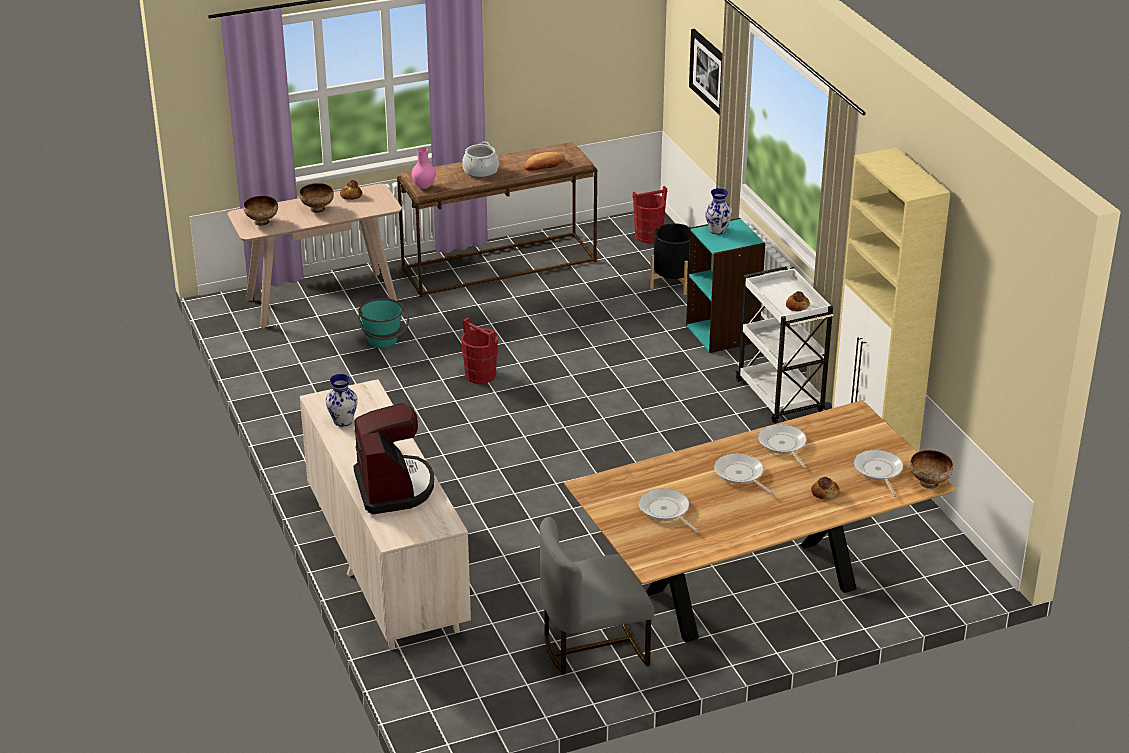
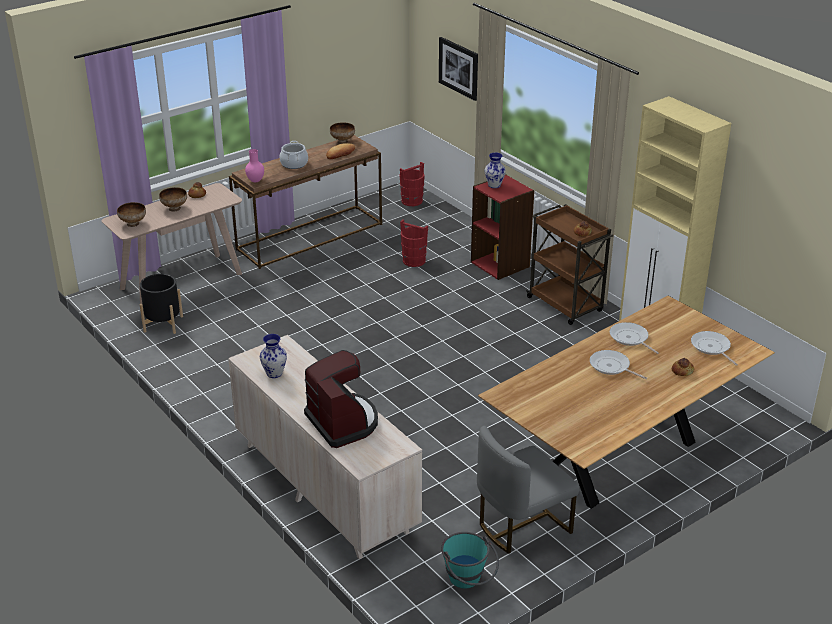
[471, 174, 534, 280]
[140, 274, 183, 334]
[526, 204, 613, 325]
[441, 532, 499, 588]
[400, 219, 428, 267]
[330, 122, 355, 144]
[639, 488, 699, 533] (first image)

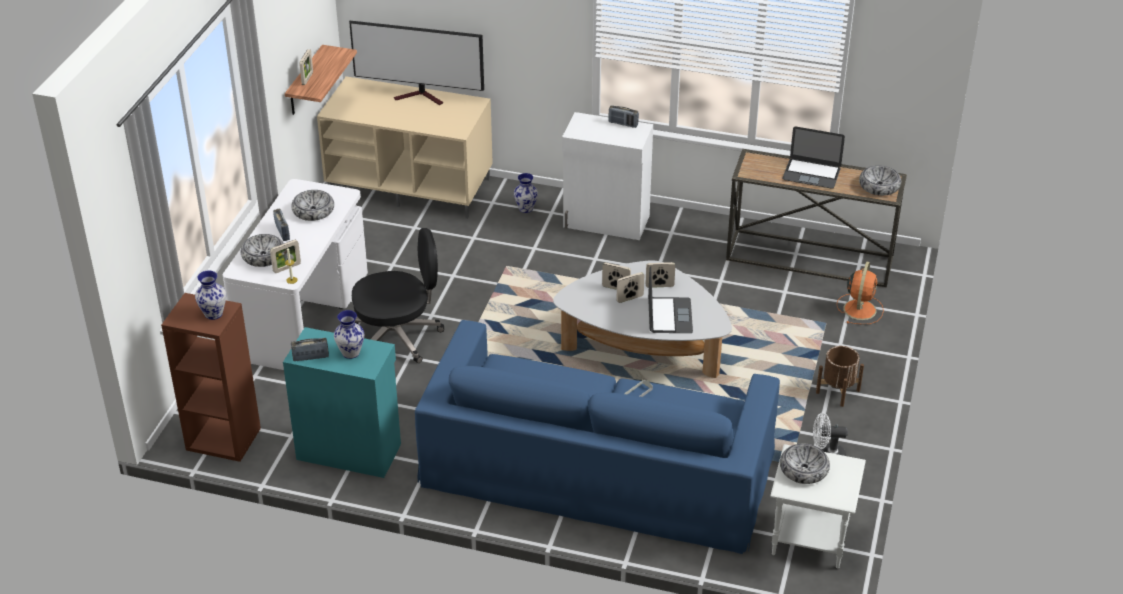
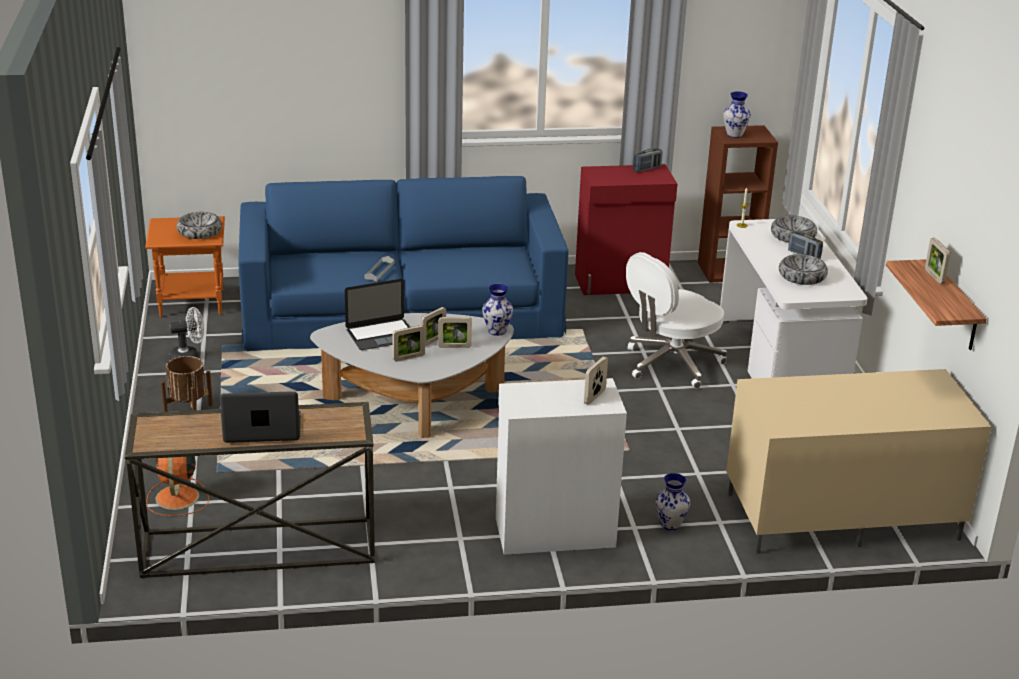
[349, 20, 484, 105] (first image)
[608, 105, 639, 128] (first image)
[859, 165, 901, 196] (first image)
[626, 252, 727, 389]
[584, 356, 608, 405]
[345, 279, 410, 350]
[482, 284, 513, 336]
[575, 164, 677, 295]
[145, 216, 225, 317]

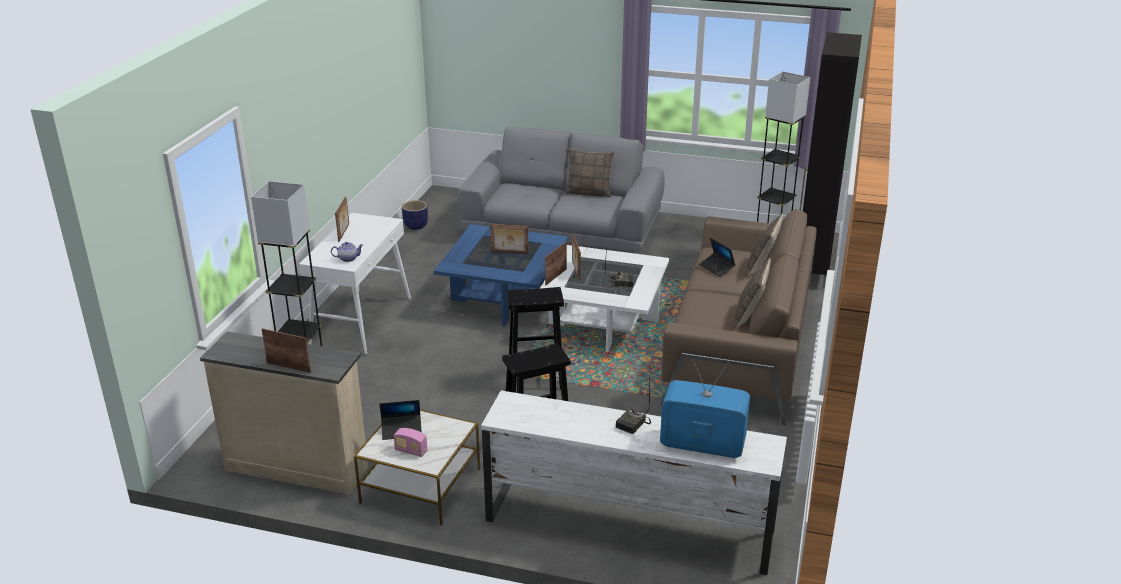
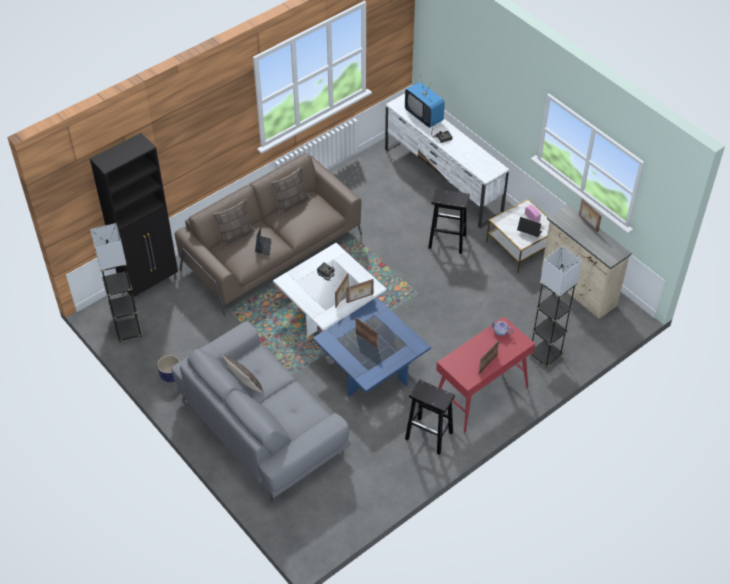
[157, 355, 180, 383]
[436, 317, 535, 433]
[405, 379, 455, 455]

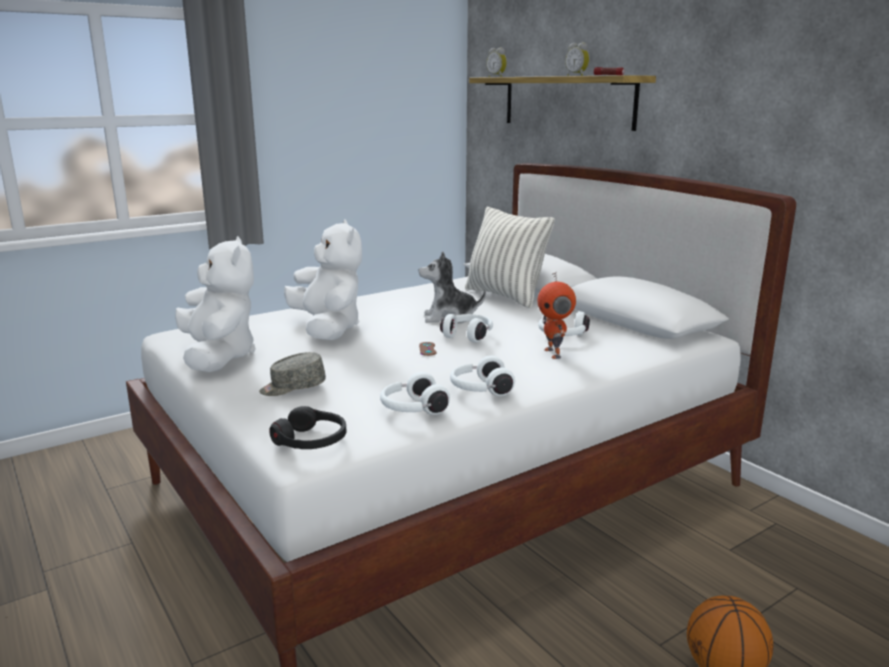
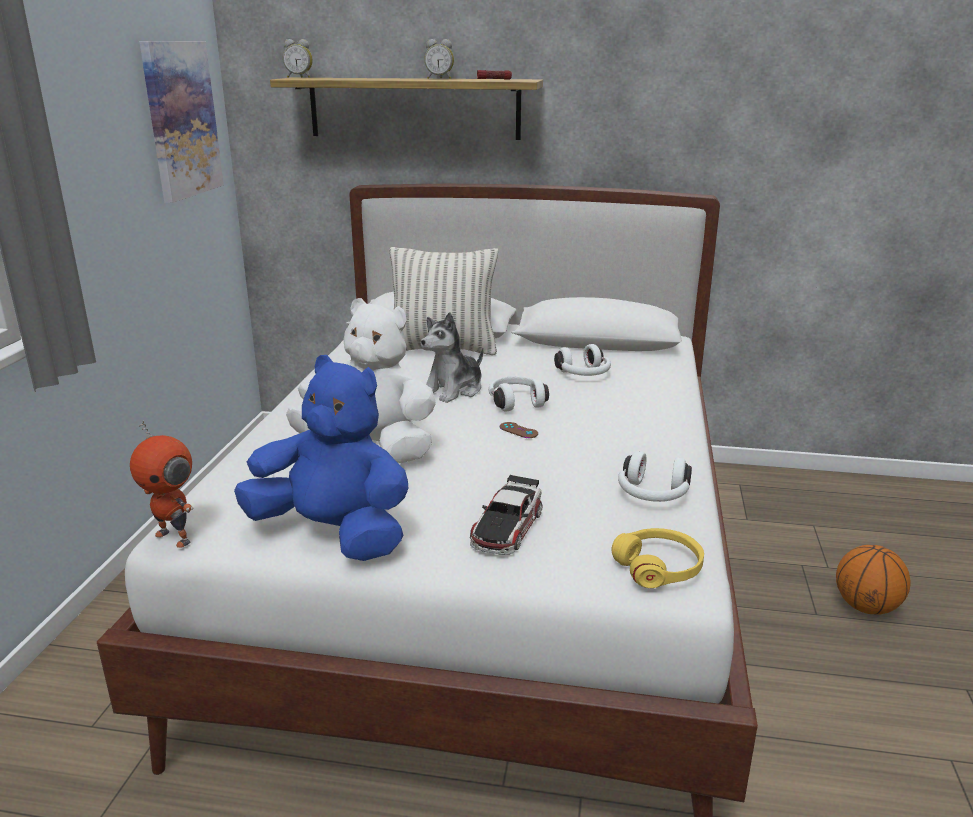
[234, 355, 408, 561]
[130, 420, 193, 548]
[470, 475, 542, 555]
[450, 356, 515, 396] (first image)
[611, 528, 704, 588]
[139, 41, 224, 203]

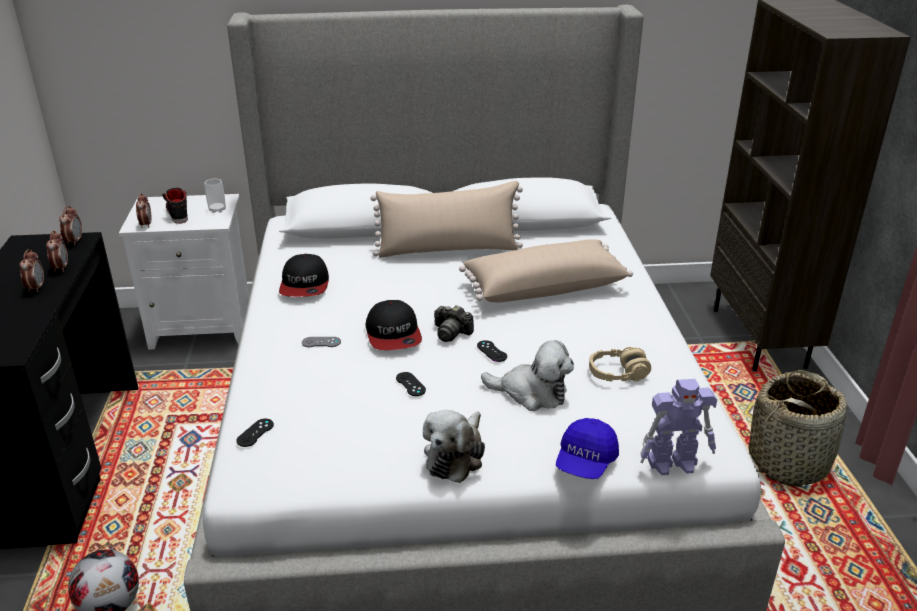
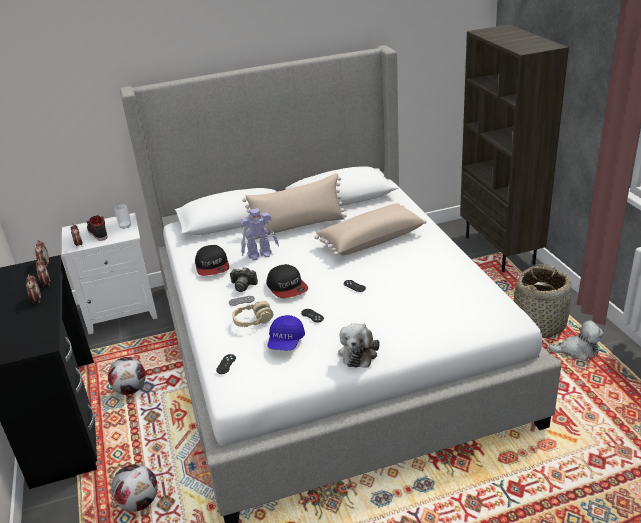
[230, 267, 258, 292]
[548, 320, 604, 361]
[232, 301, 273, 327]
[240, 208, 279, 260]
[267, 315, 305, 350]
[108, 357, 146, 395]

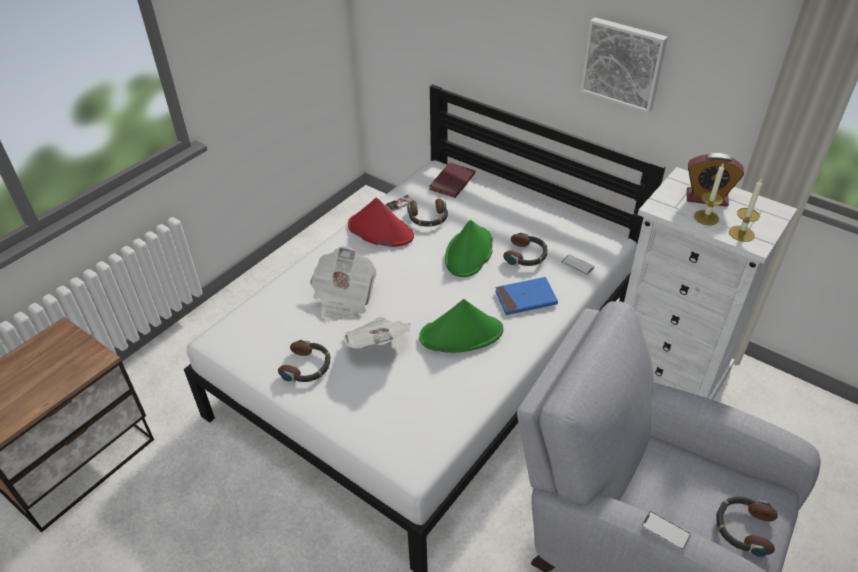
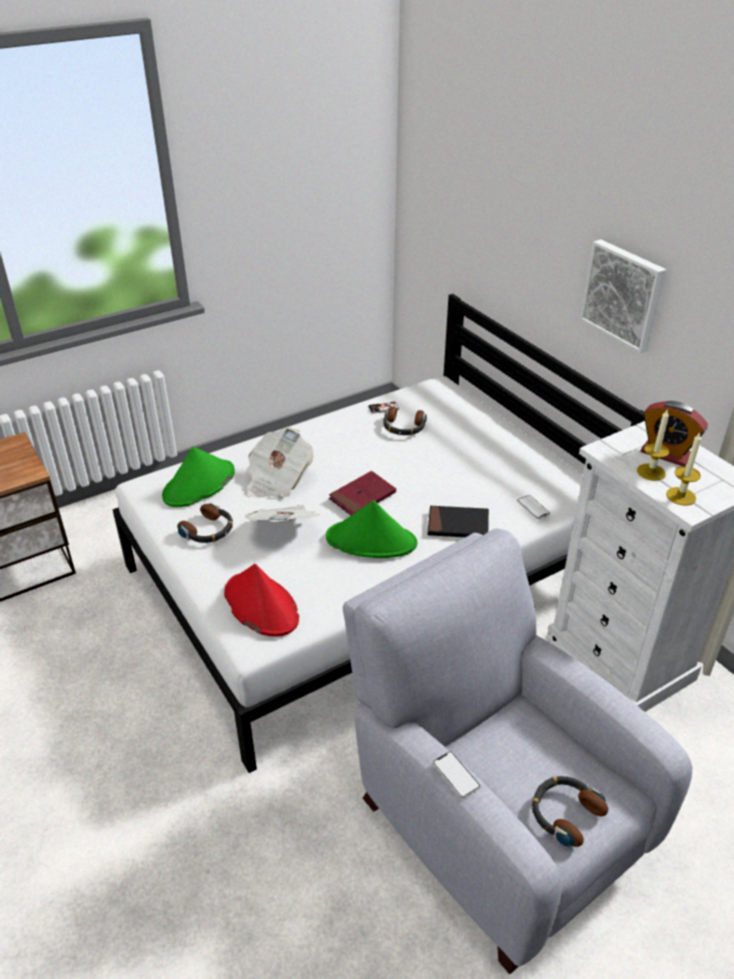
[329, 471, 396, 515]
[224, 564, 299, 636]
[162, 447, 235, 507]
[503, 232, 547, 266] (first image)
[428, 506, 489, 537]

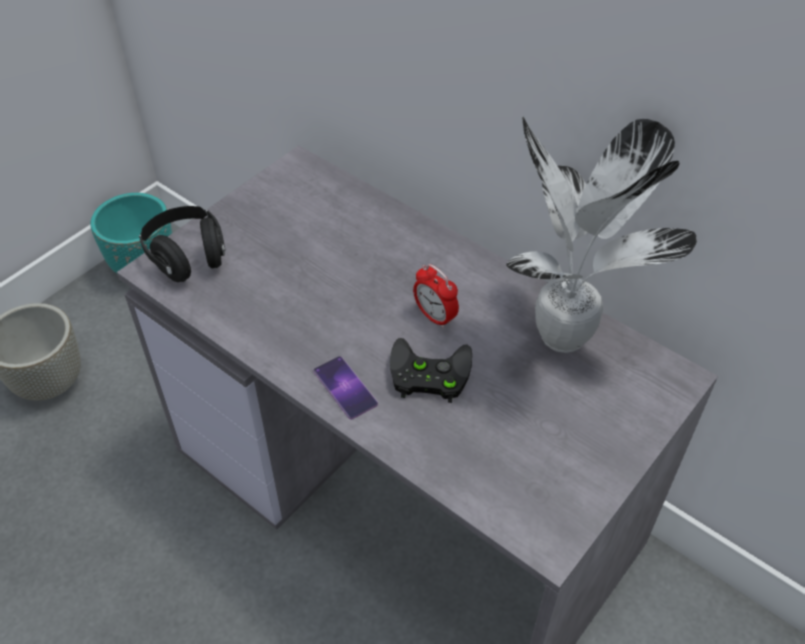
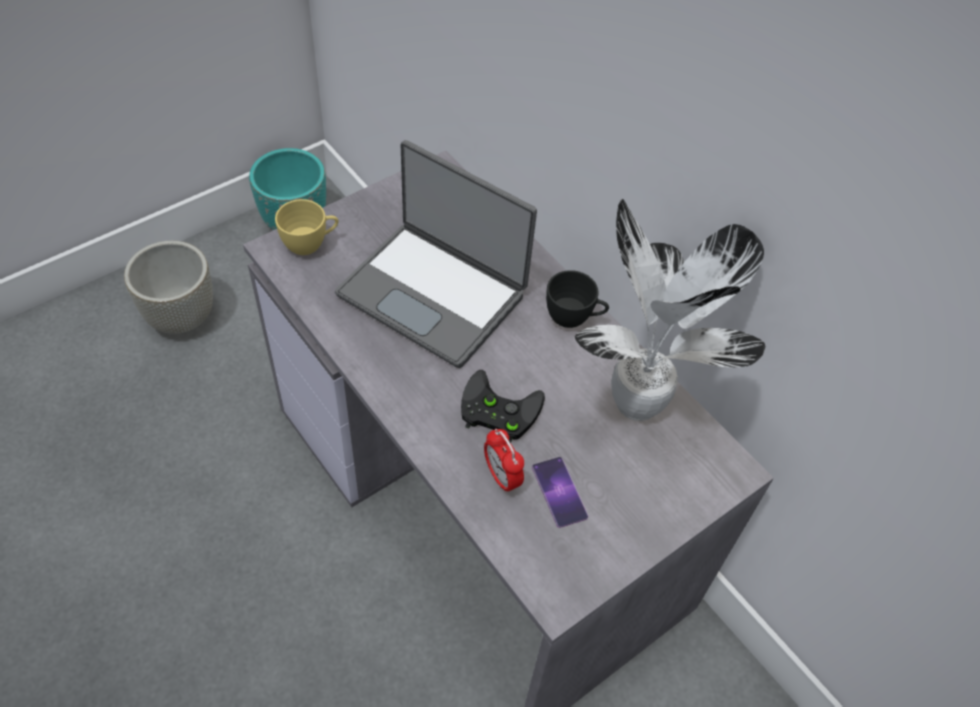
[275, 199, 339, 255]
[484, 429, 524, 493]
[532, 457, 588, 528]
[335, 140, 537, 368]
[546, 270, 609, 328]

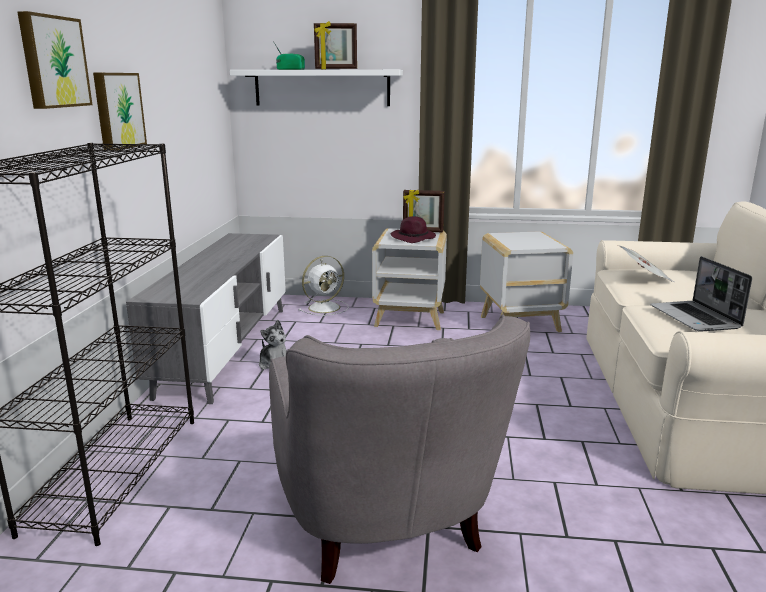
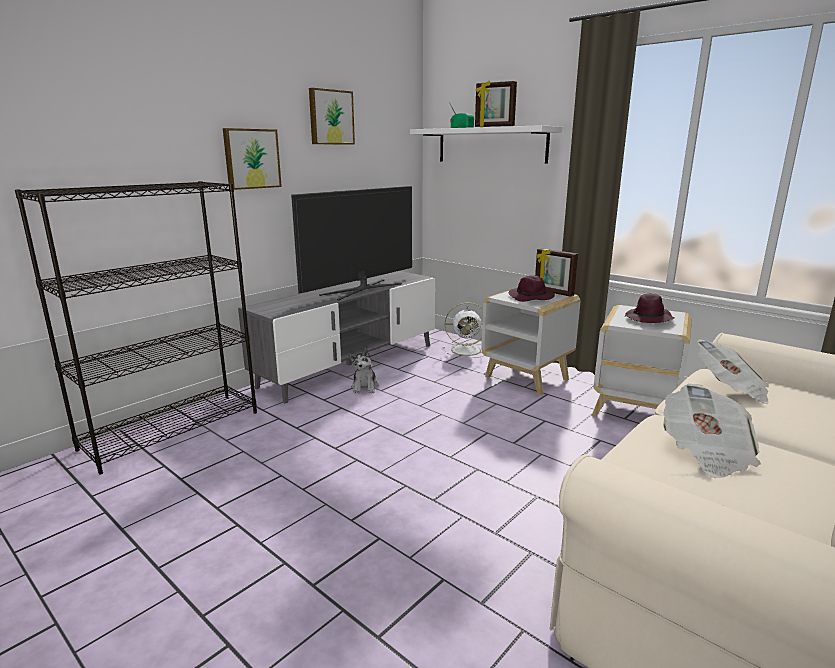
[309, 88, 355, 145]
[663, 384, 761, 478]
[269, 314, 530, 584] (first image)
[291, 186, 412, 300]
[624, 293, 674, 323]

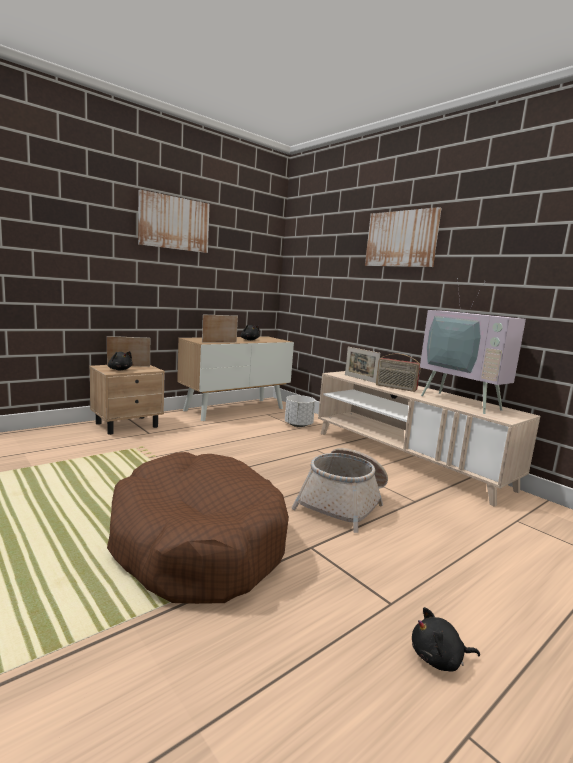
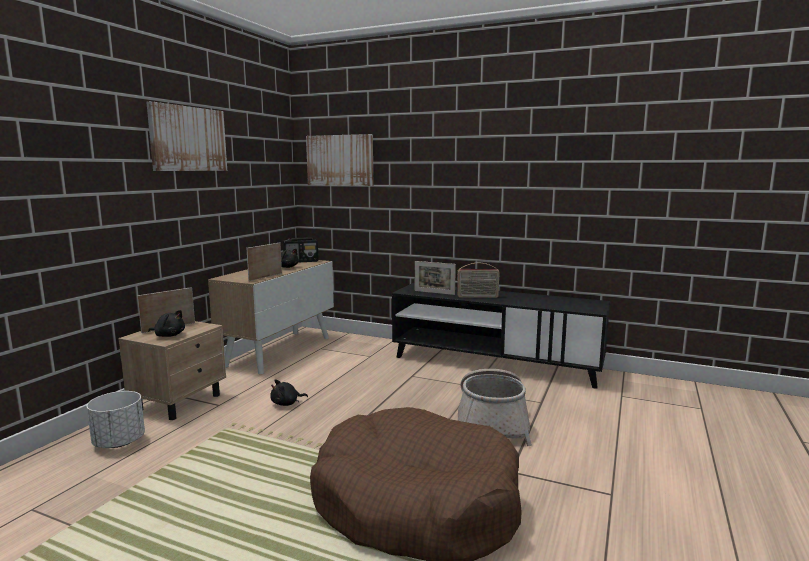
[306, 134, 373, 186]
[420, 278, 526, 414] (first image)
[392, 283, 610, 389]
[86, 391, 145, 448]
[270, 379, 308, 406]
[283, 237, 318, 263]

